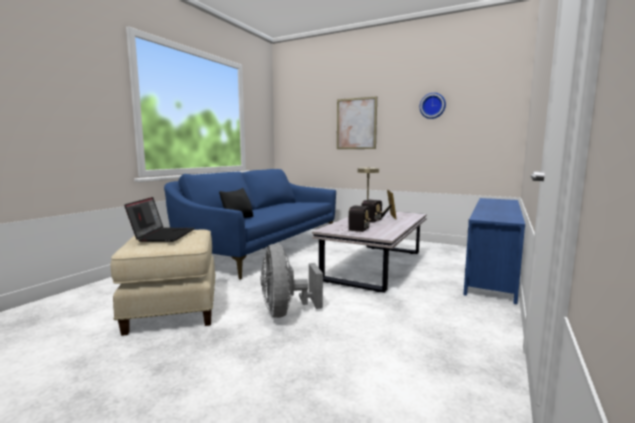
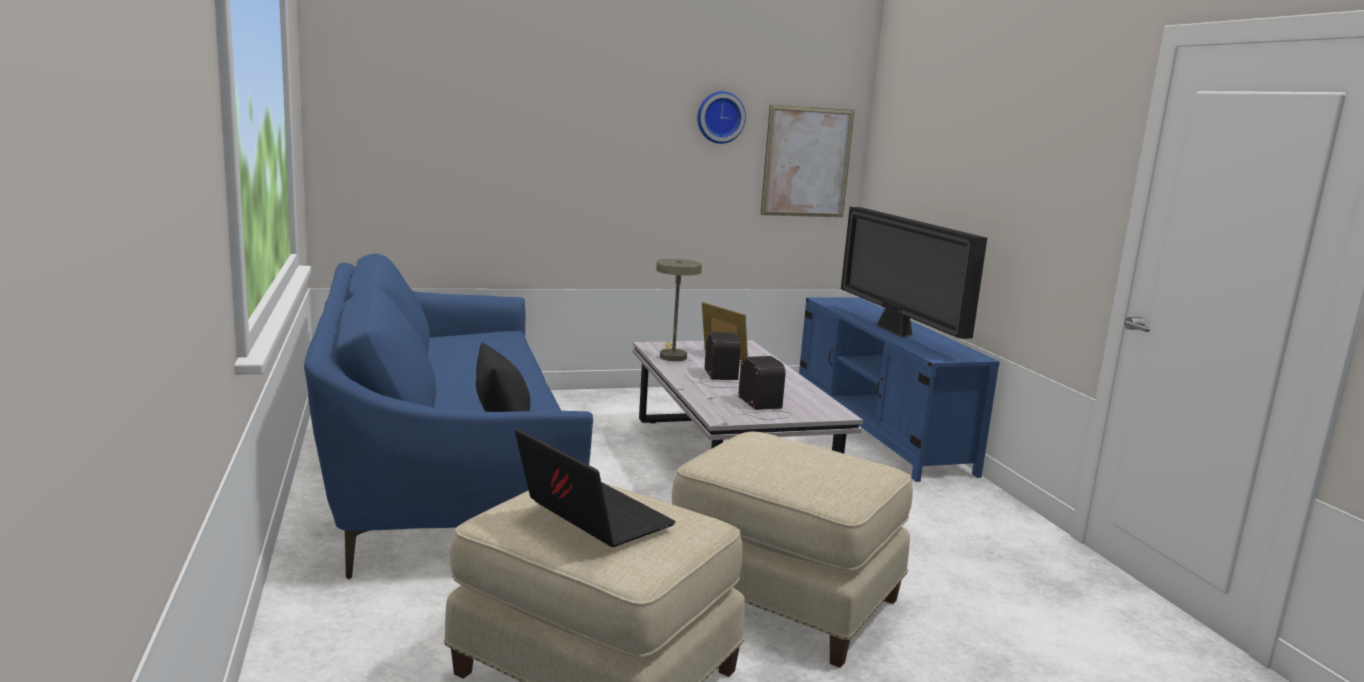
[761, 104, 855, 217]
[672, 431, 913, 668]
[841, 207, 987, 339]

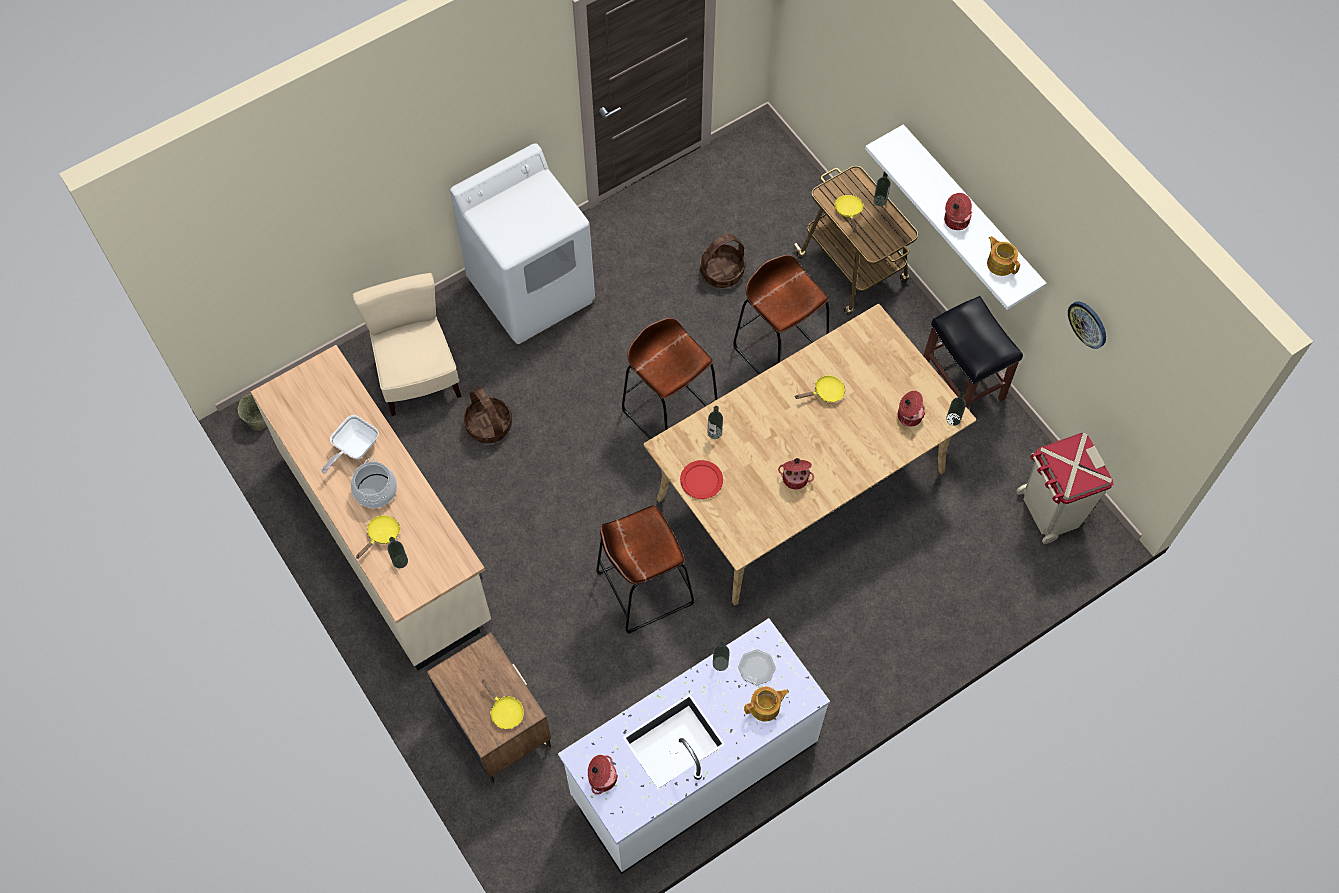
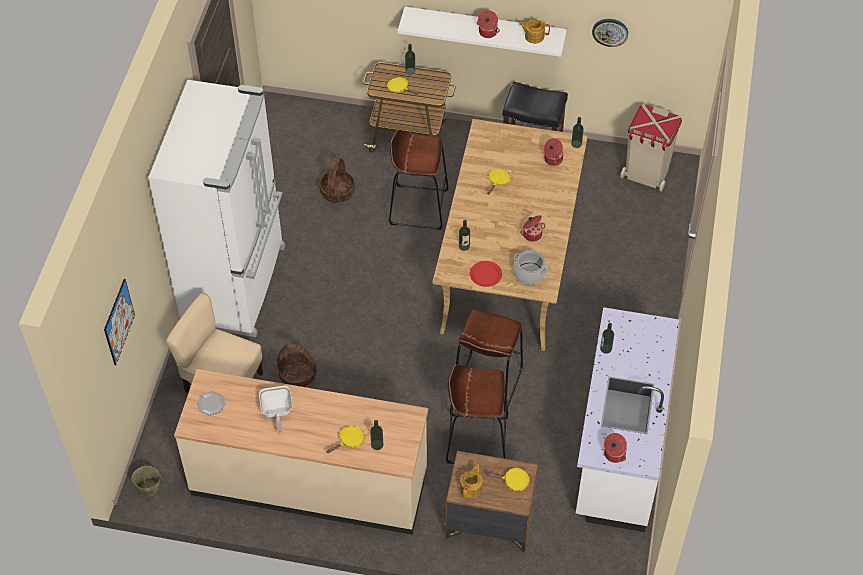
[148, 80, 285, 337]
[446, 364, 508, 464]
[513, 250, 547, 285]
[326, 426, 365, 453]
[197, 391, 226, 416]
[460, 464, 483, 499]
[104, 279, 135, 365]

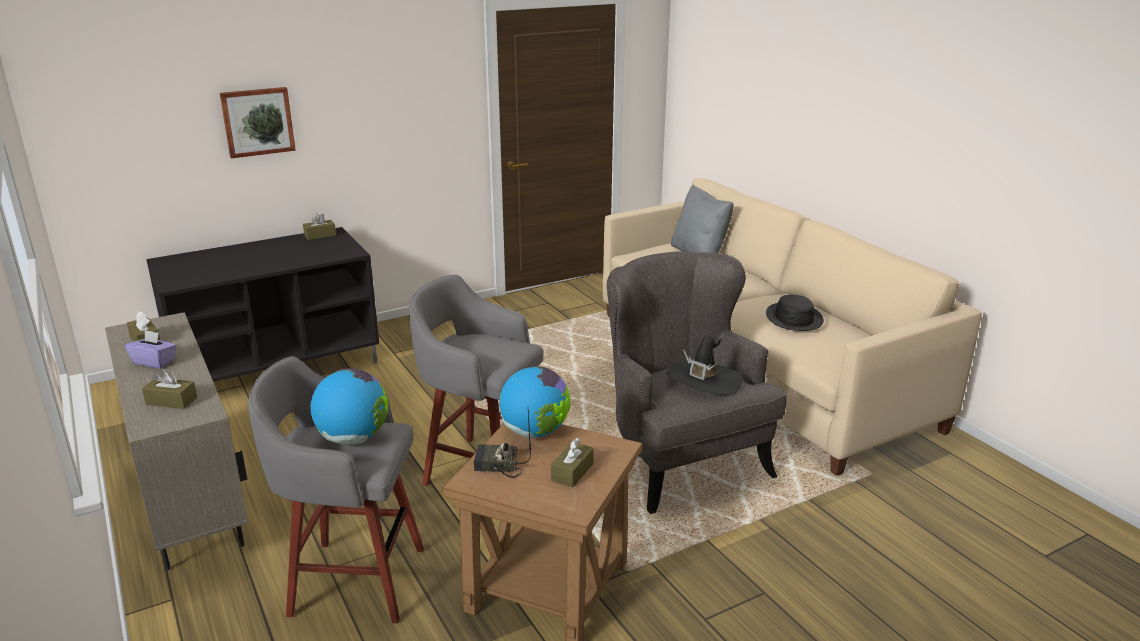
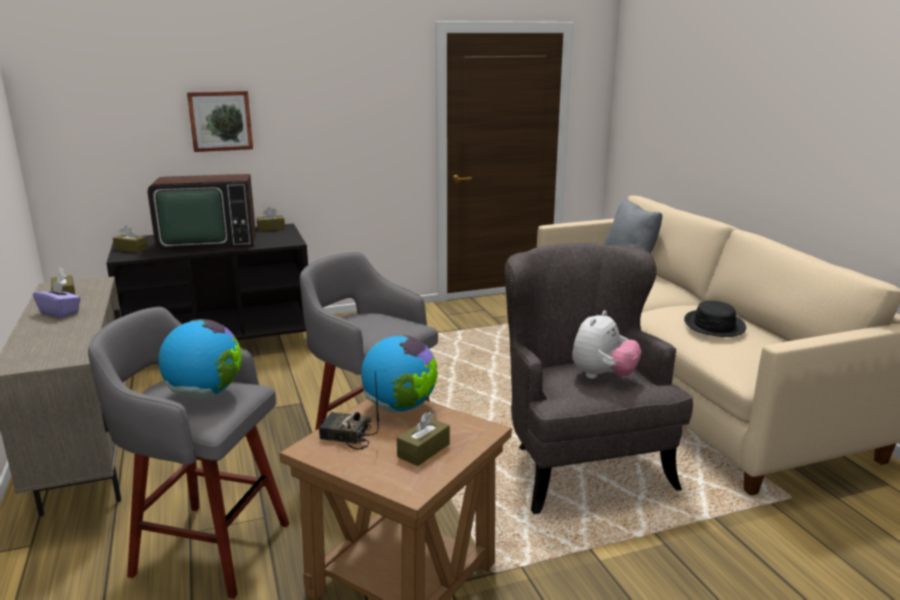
[572, 310, 642, 379]
[113, 226, 148, 253]
[148, 174, 256, 251]

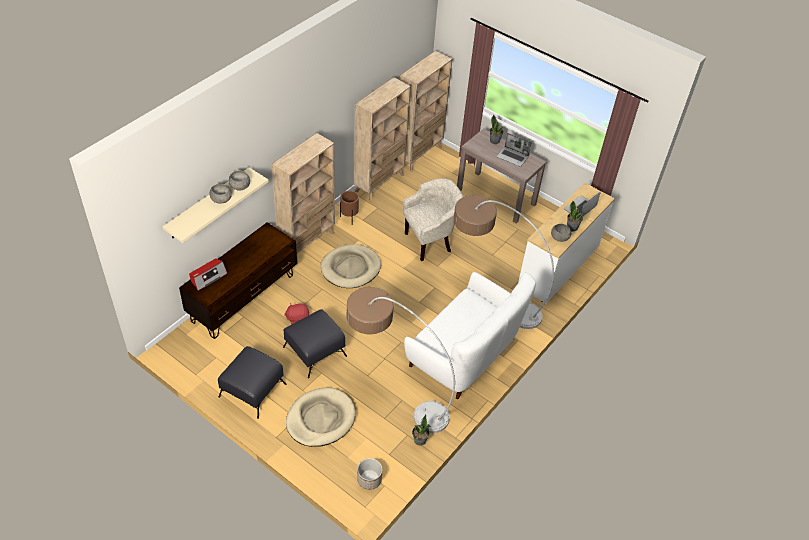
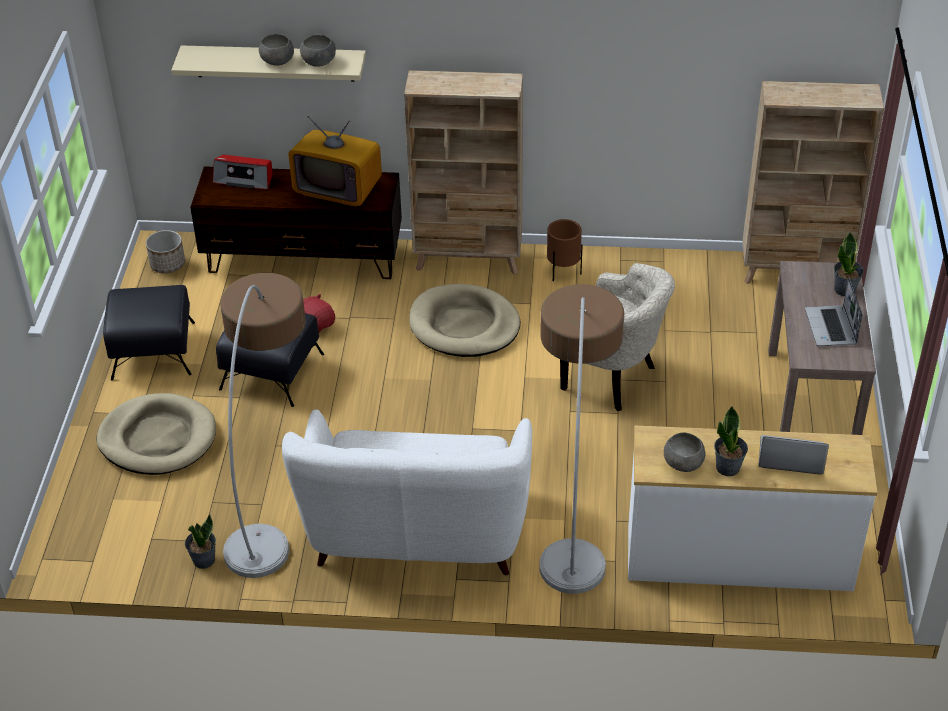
[354, 77, 411, 201] (first image)
[146, 230, 185, 273]
[288, 116, 382, 207]

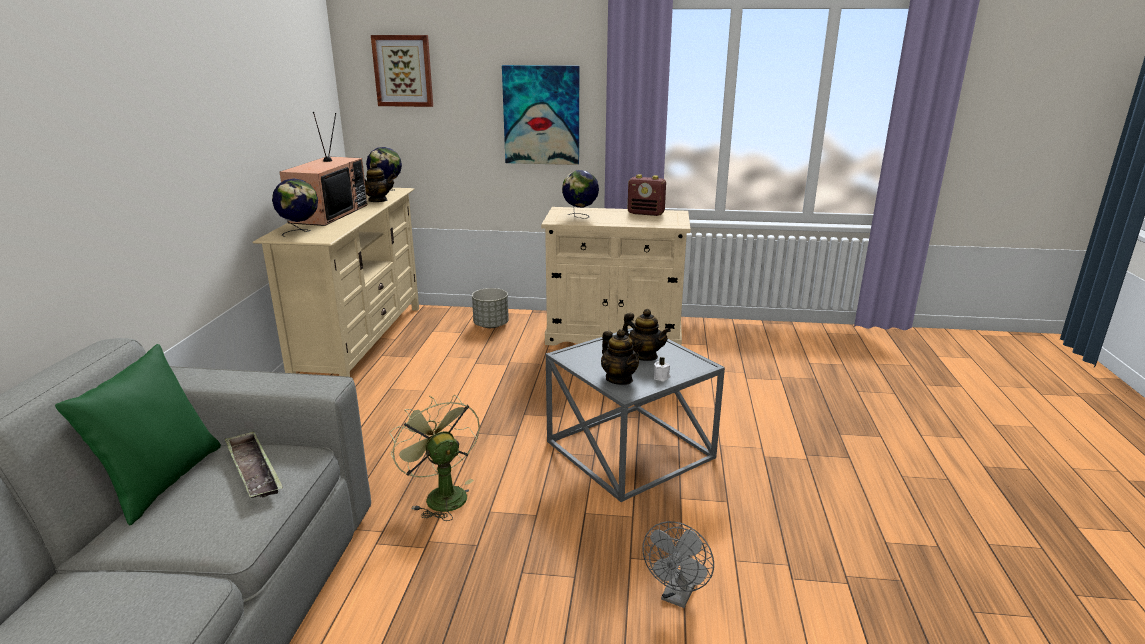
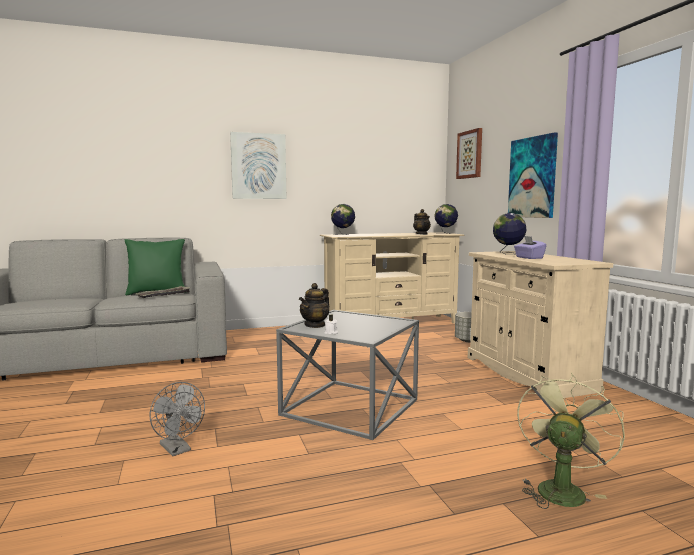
[279, 112, 368, 226] (first image)
[628, 174, 666, 216] (first image)
[622, 309, 671, 361] (first image)
[517, 373, 625, 509]
[149, 382, 205, 456]
[230, 132, 286, 199]
[514, 236, 547, 259]

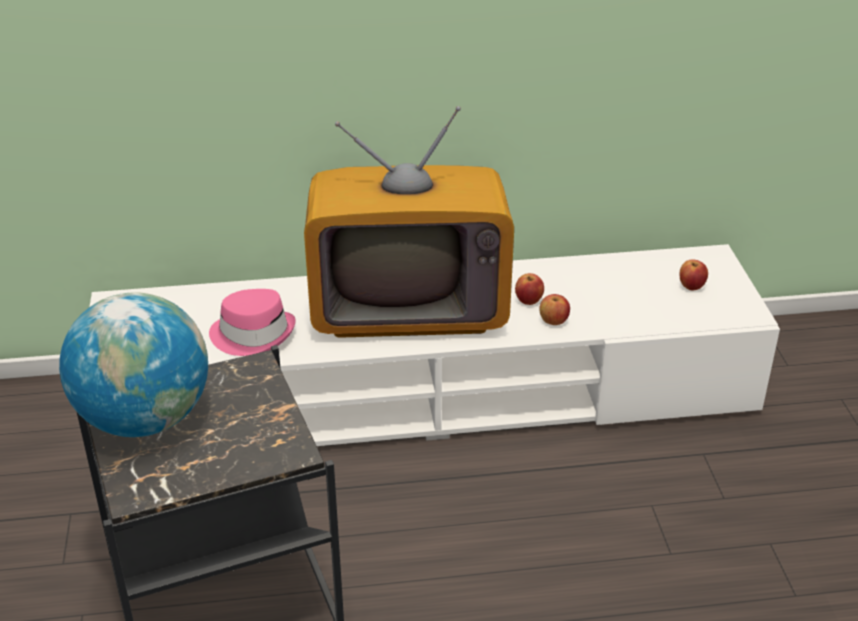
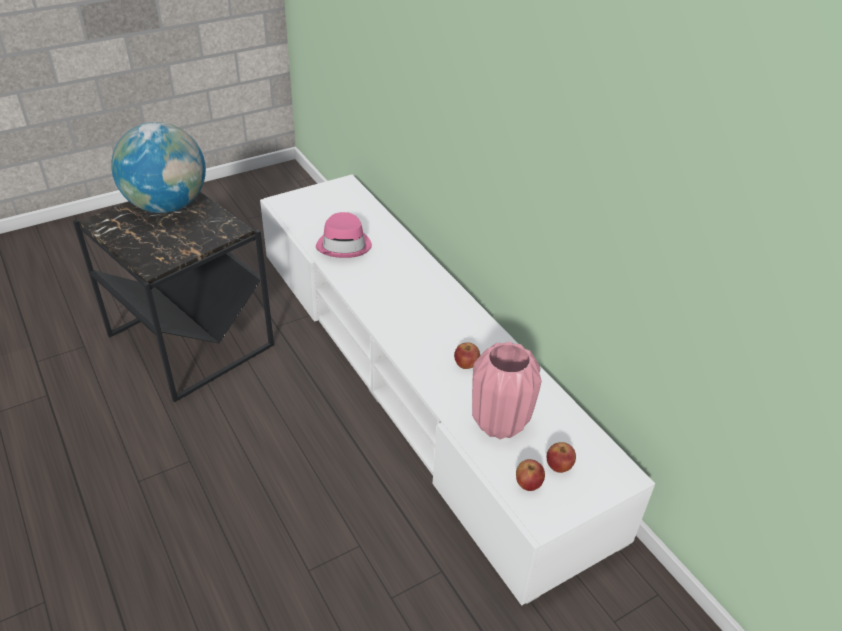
[304, 106, 514, 338] (first image)
[516, 459, 545, 491]
[472, 341, 542, 439]

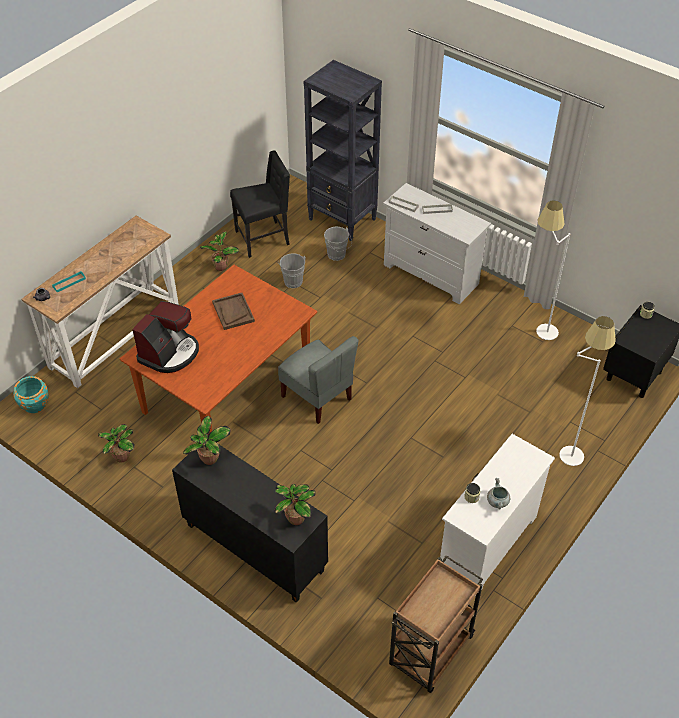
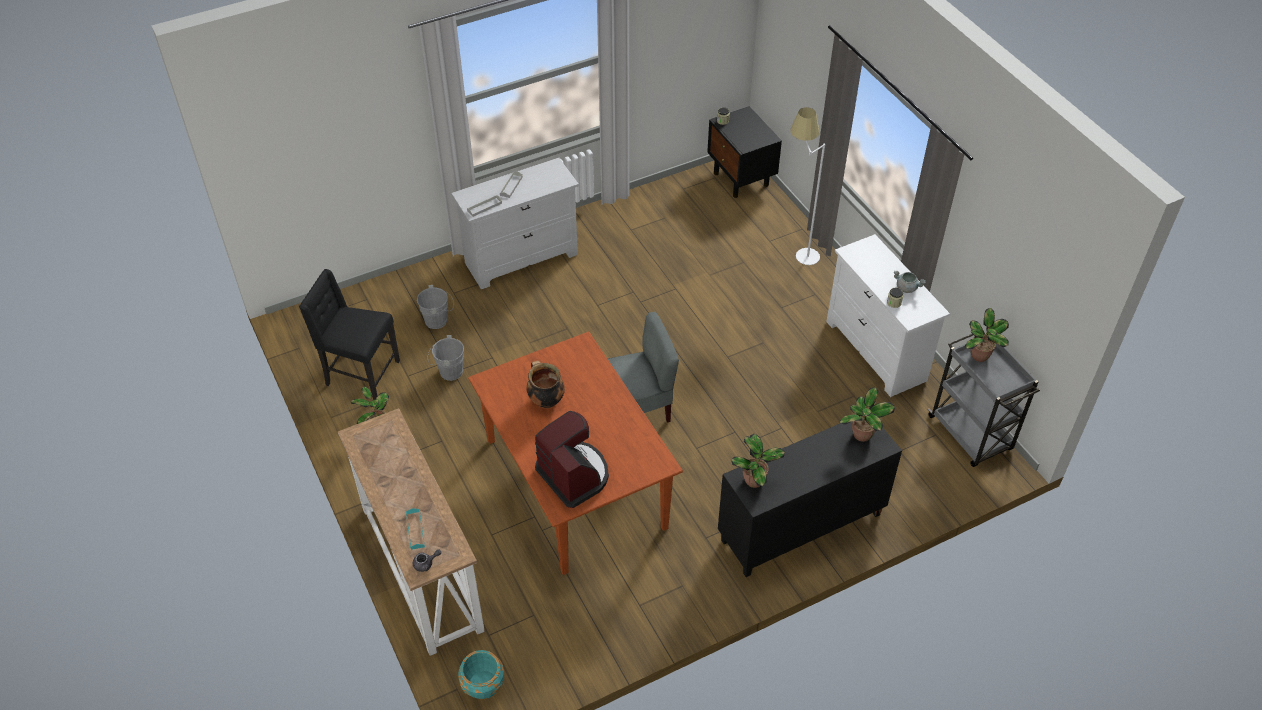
[304, 60, 382, 241] (first image)
[299, 269, 400, 400]
[536, 200, 570, 340] (first image)
[526, 360, 565, 408]
[965, 308, 1009, 362]
[928, 332, 1040, 467]

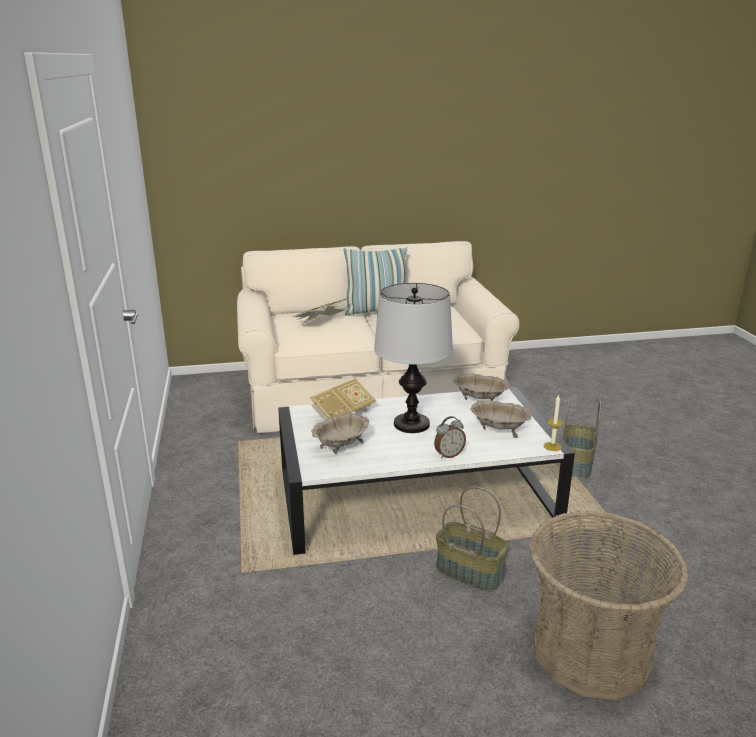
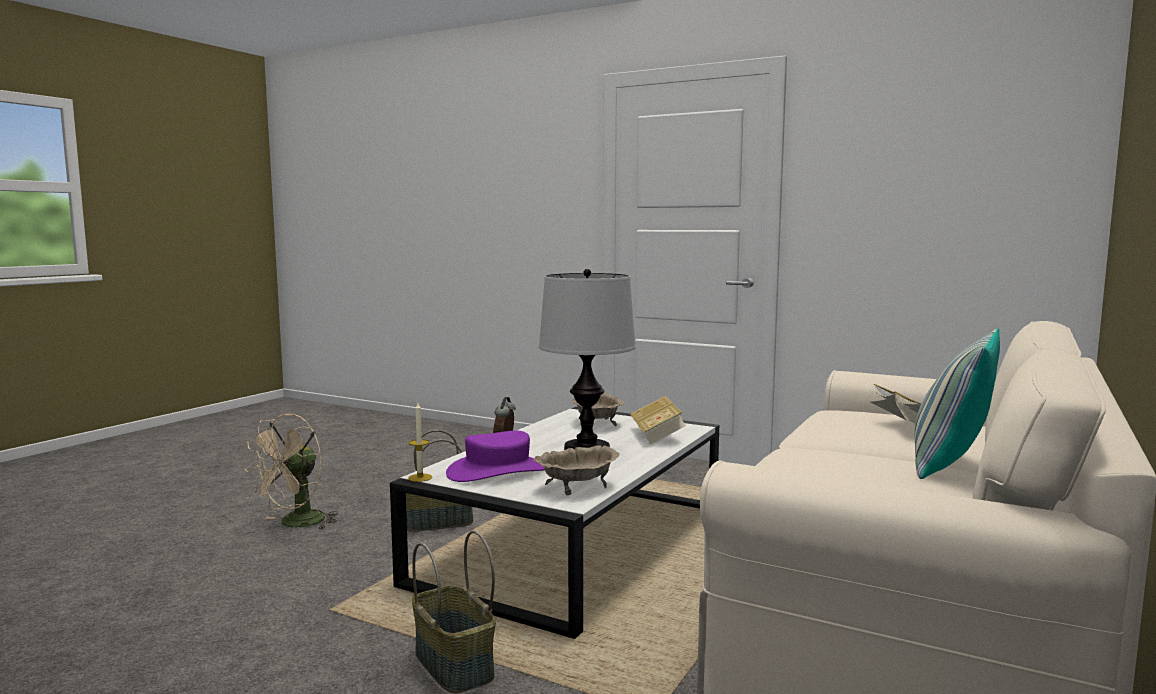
[446, 431, 545, 482]
[245, 413, 338, 530]

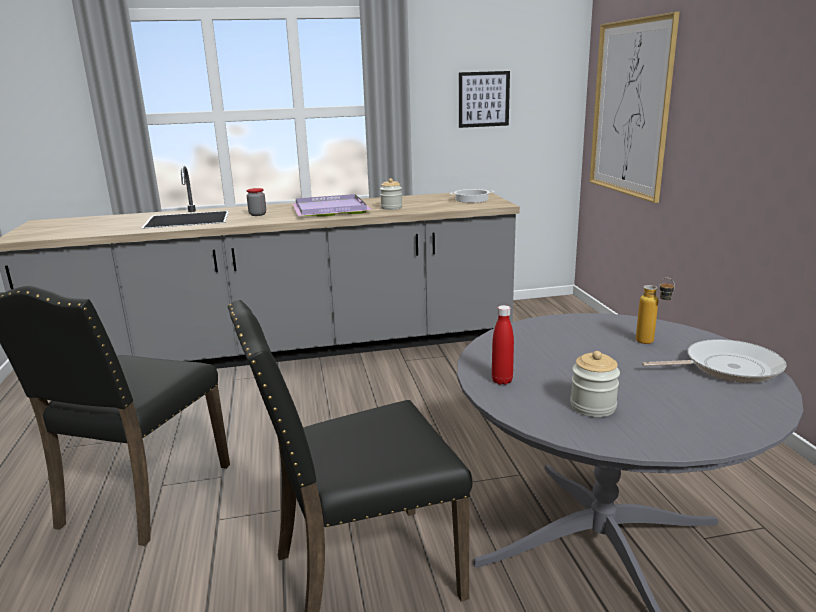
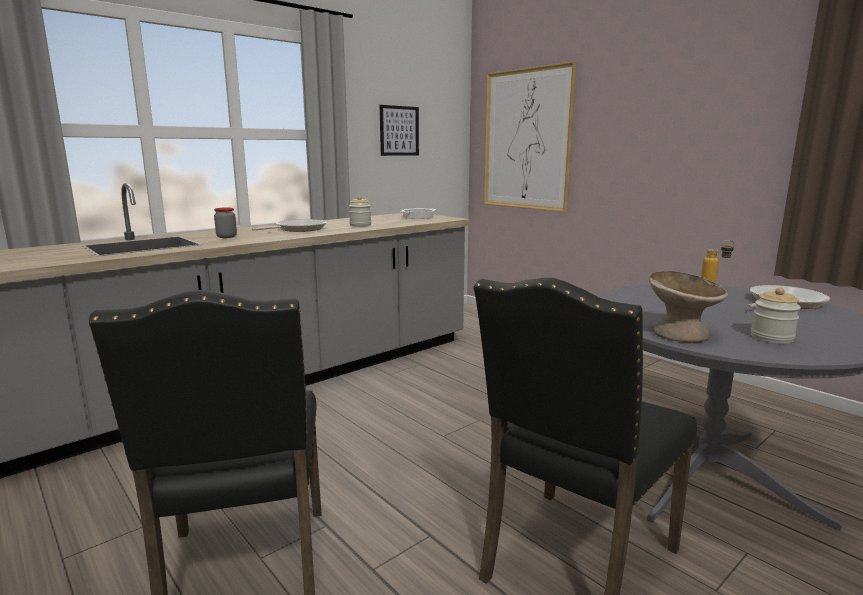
[252, 219, 327, 232]
[649, 271, 728, 342]

